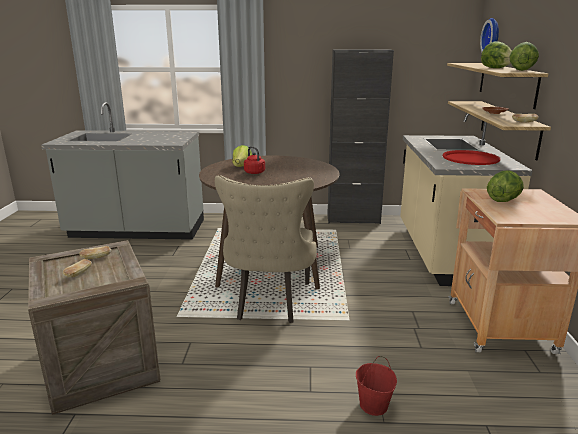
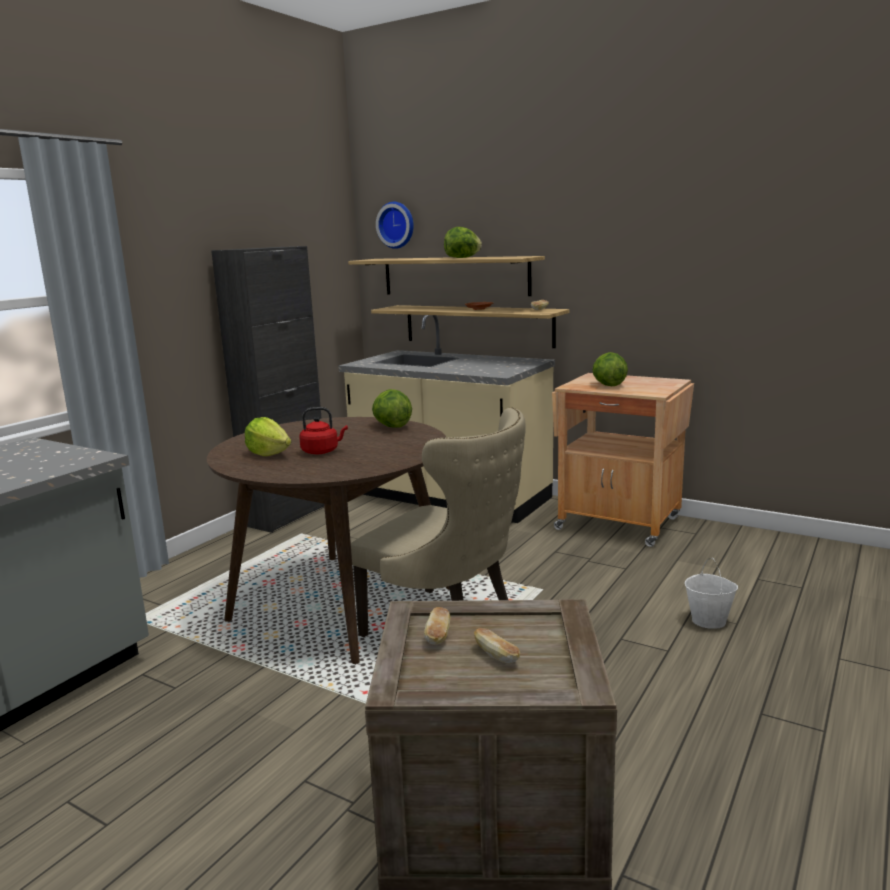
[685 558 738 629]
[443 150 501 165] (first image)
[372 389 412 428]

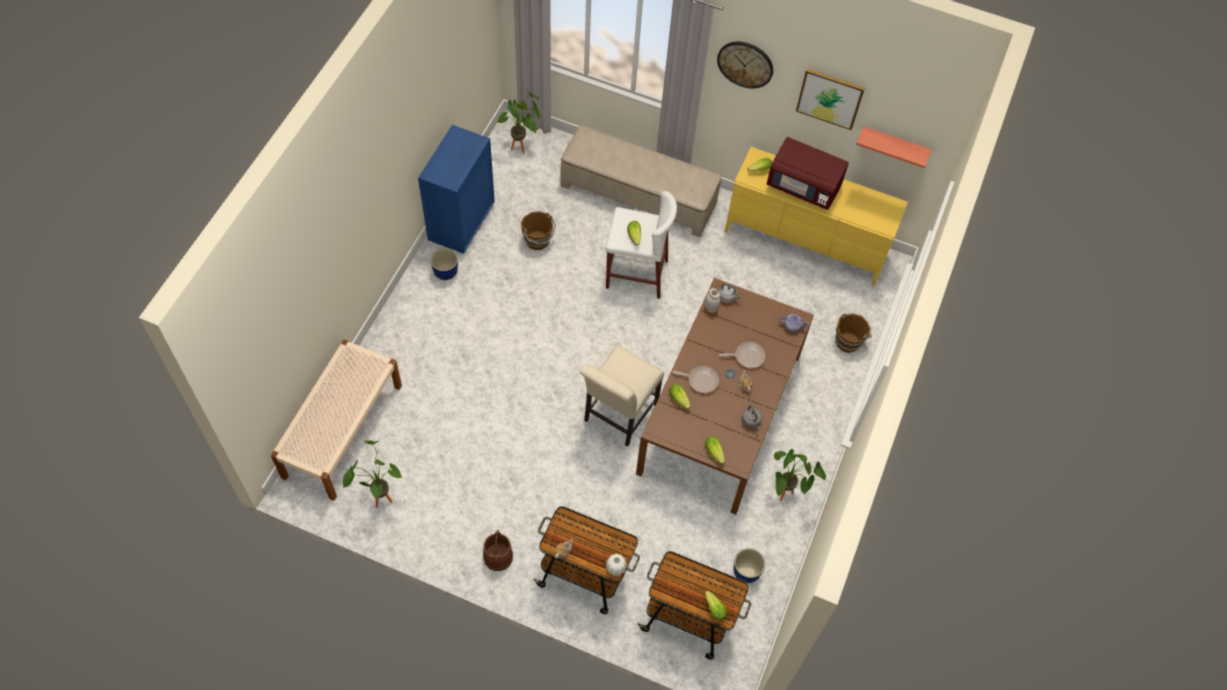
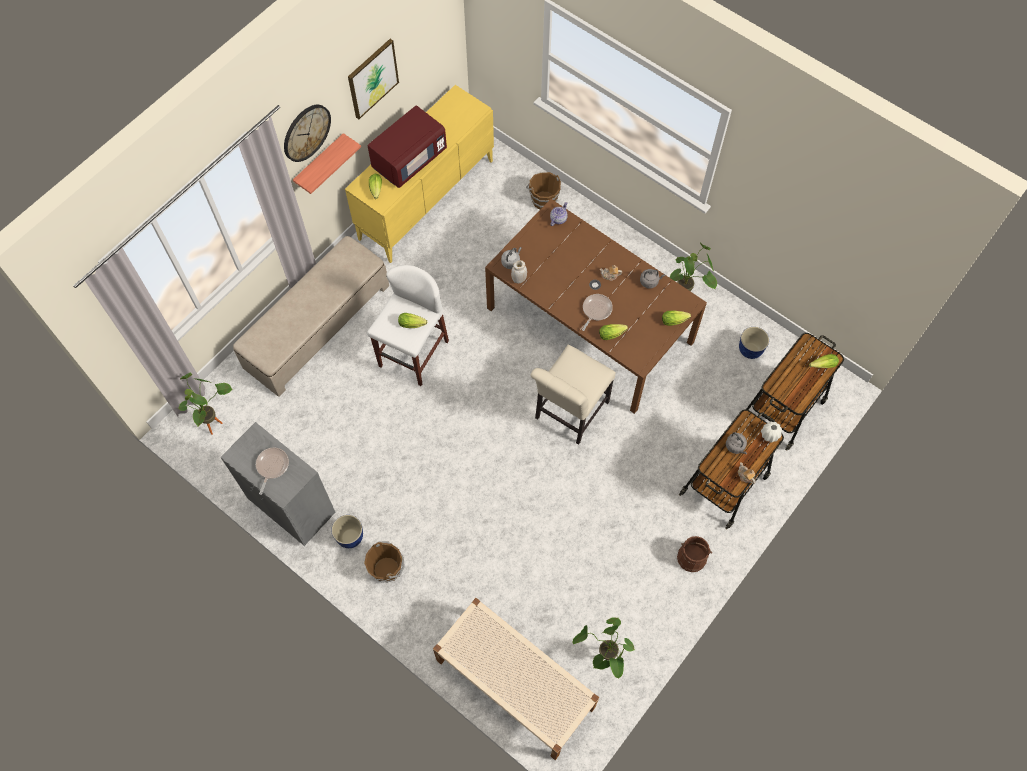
[221 422 336 546]
[364 541 405 583]
[530 344 616 445]
[256 448 289 495]
[293 133 361 194]
[726 432 747 454]

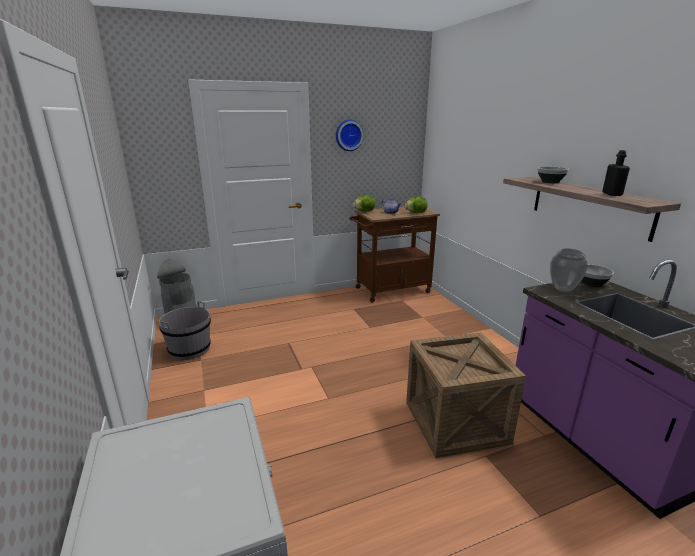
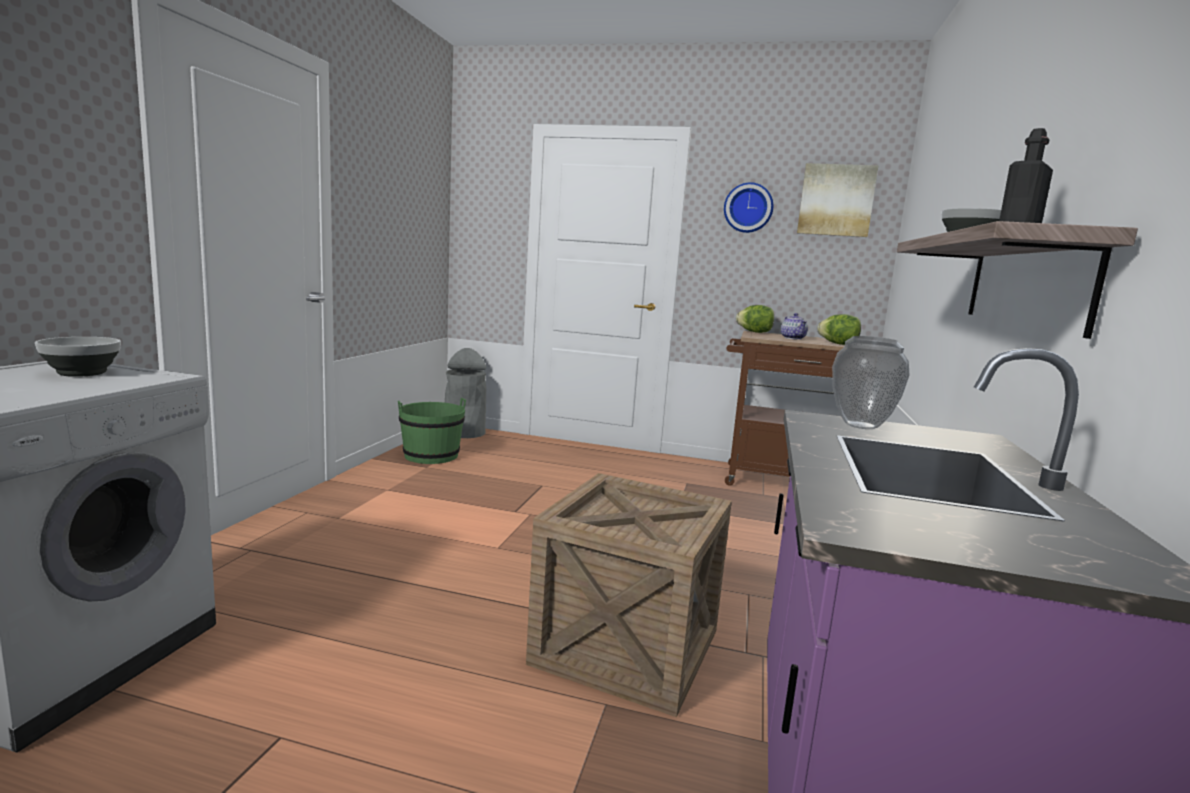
[398 398 466 464]
[35 337 121 377]
[797 163 878 237]

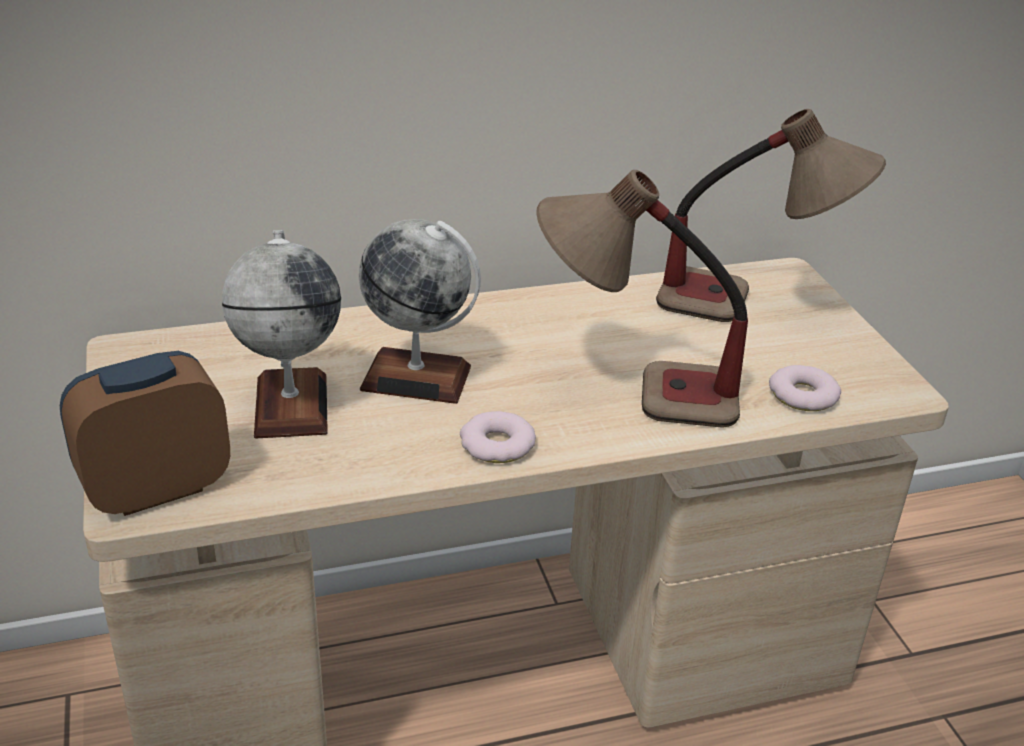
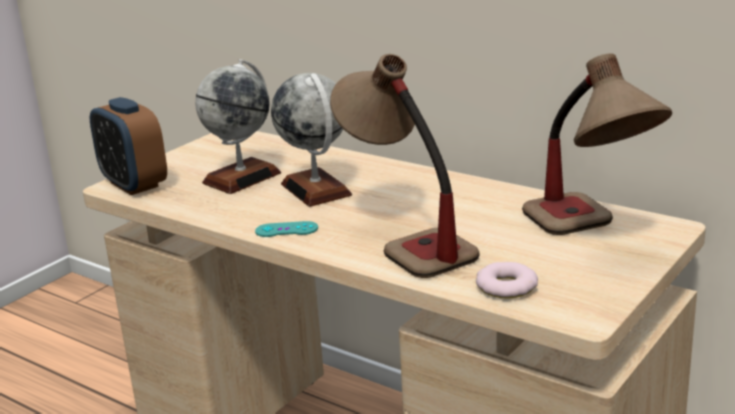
[90 97 167 195]
[255 221 318 237]

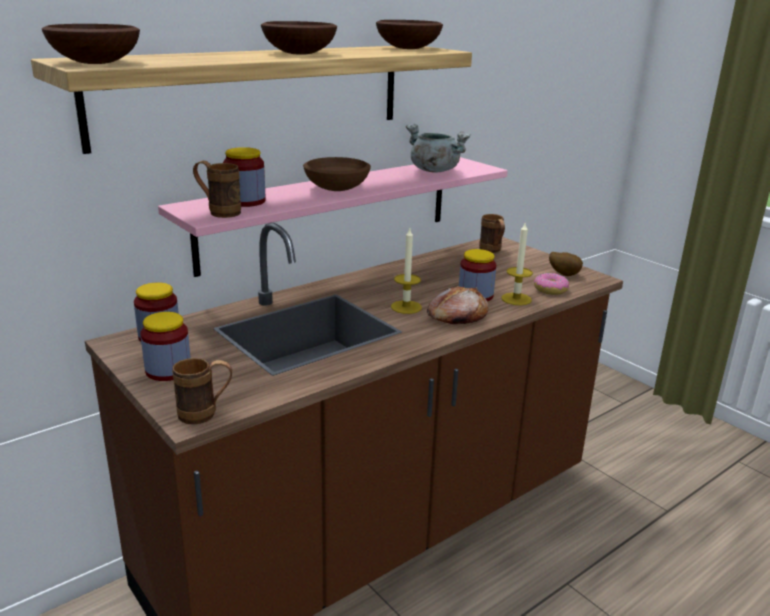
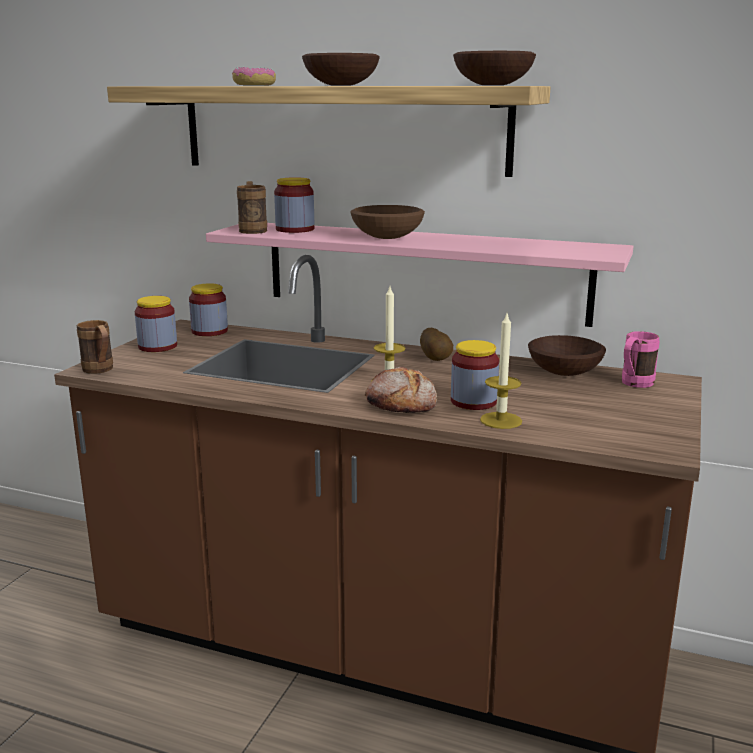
[528 335 606 376]
[406 124 471 173] (first image)
[622 331 660 388]
[232 67 276 86]
[420 327 453 361]

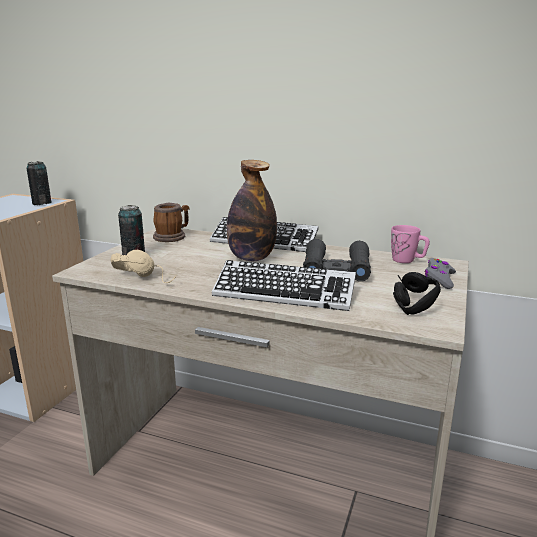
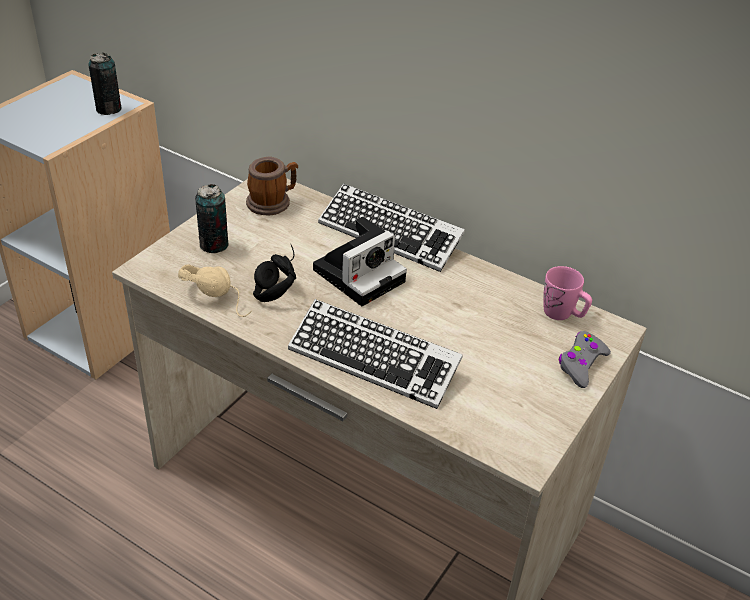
[313 217 407 306]
[303 239 371 282] (first image)
[253 245 296 302]

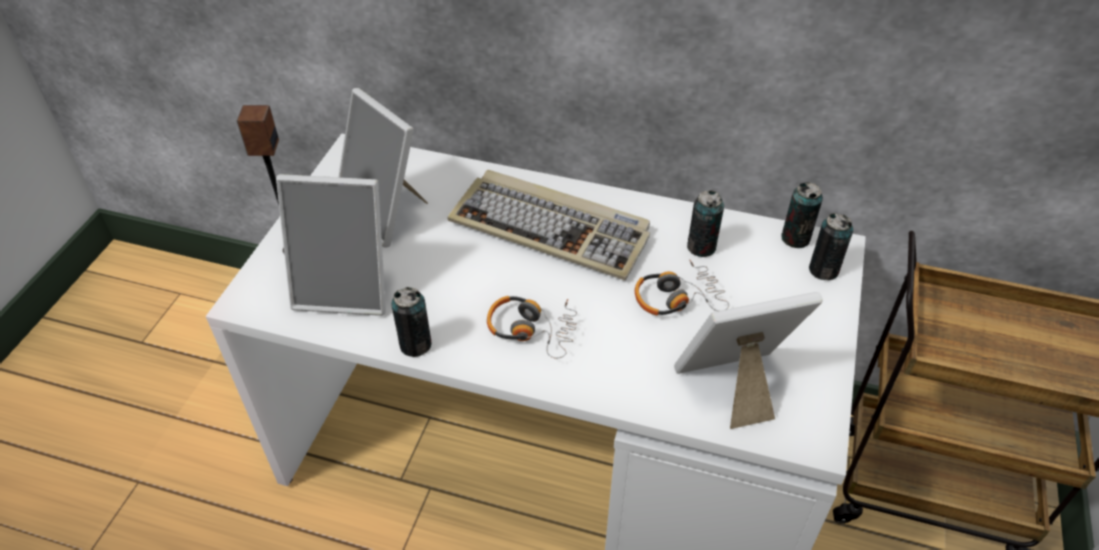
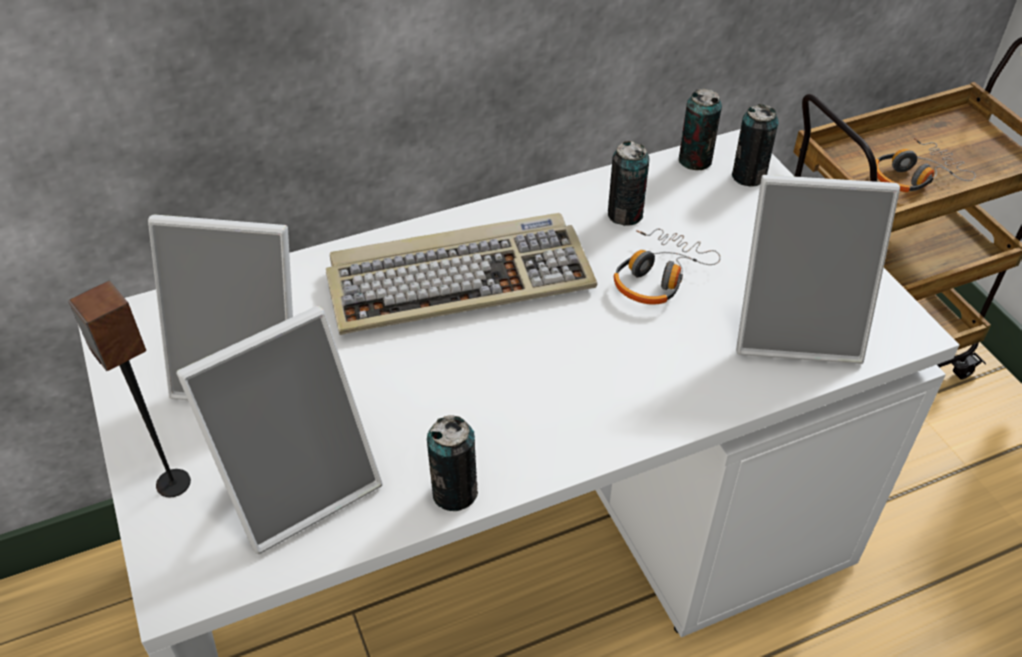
[876 138 976 192]
[736 175 900 364]

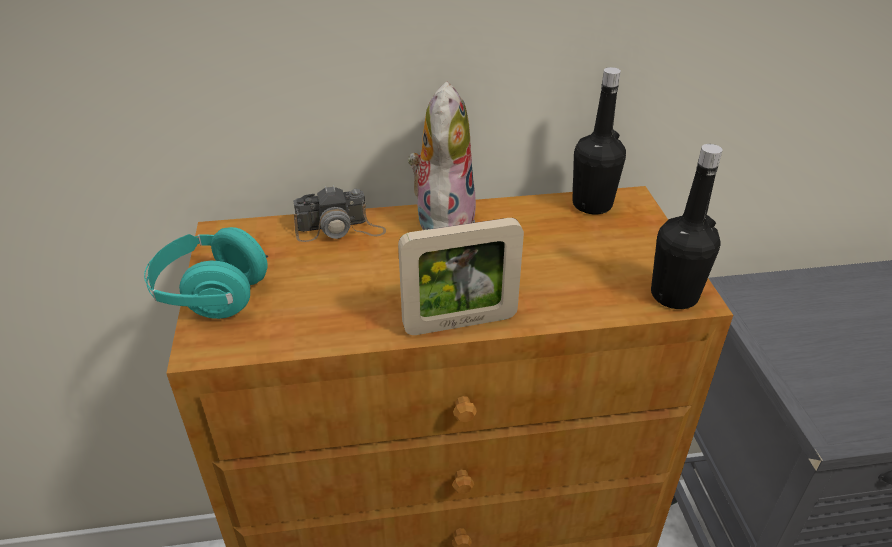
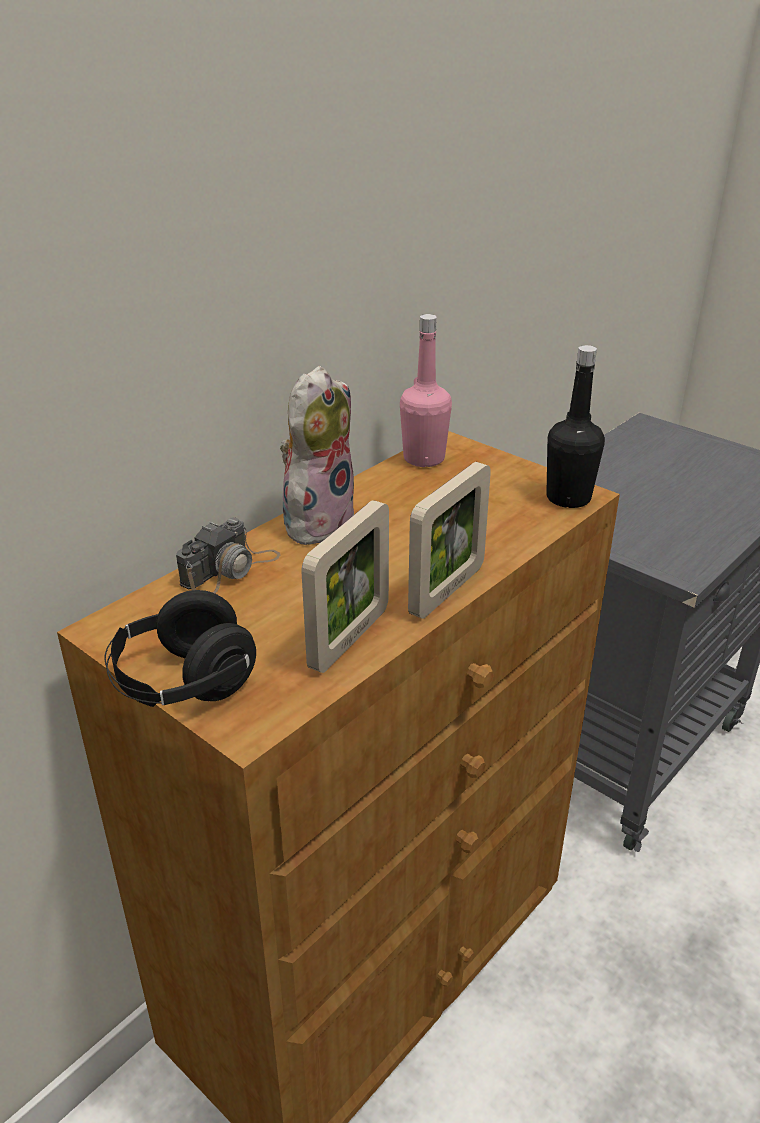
[105 590 256 707]
[280 366 354 545]
[400 314 452 467]
[301 500 389 673]

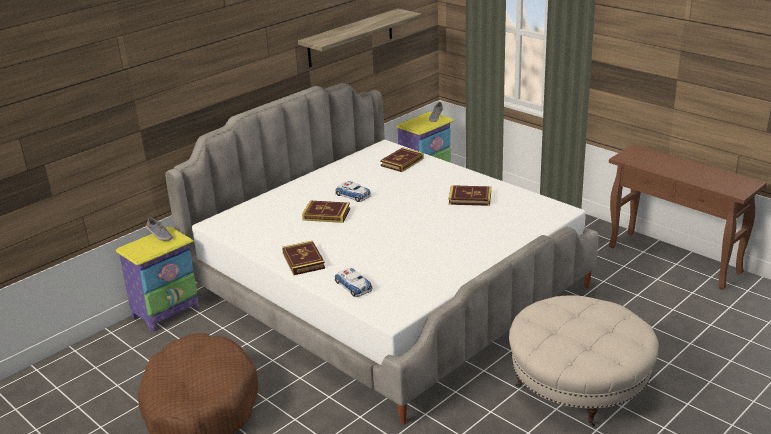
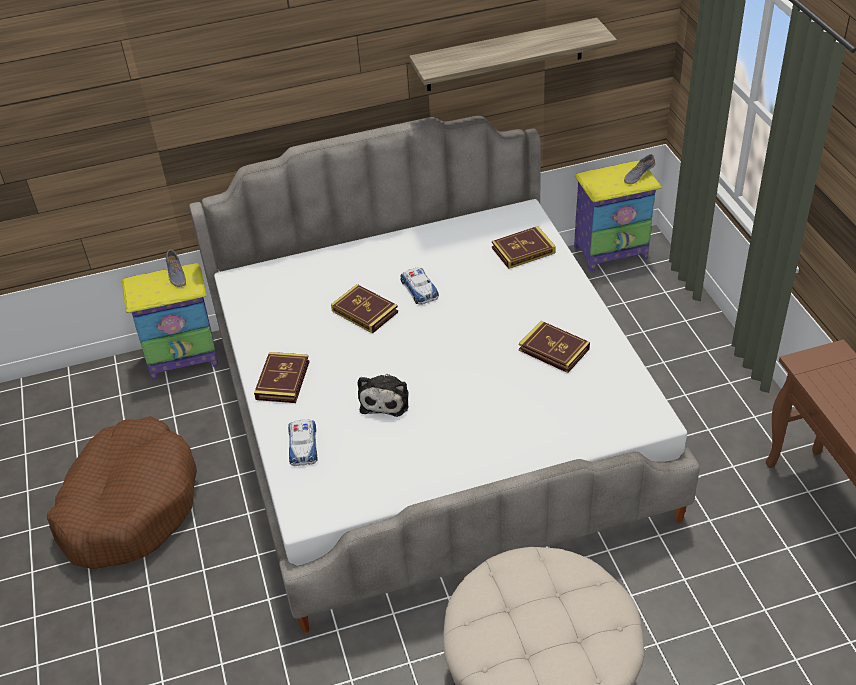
[358 373 408 417]

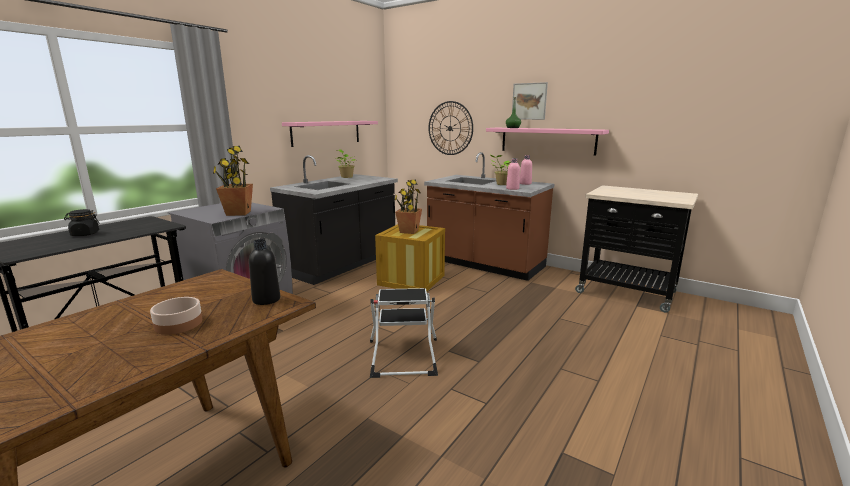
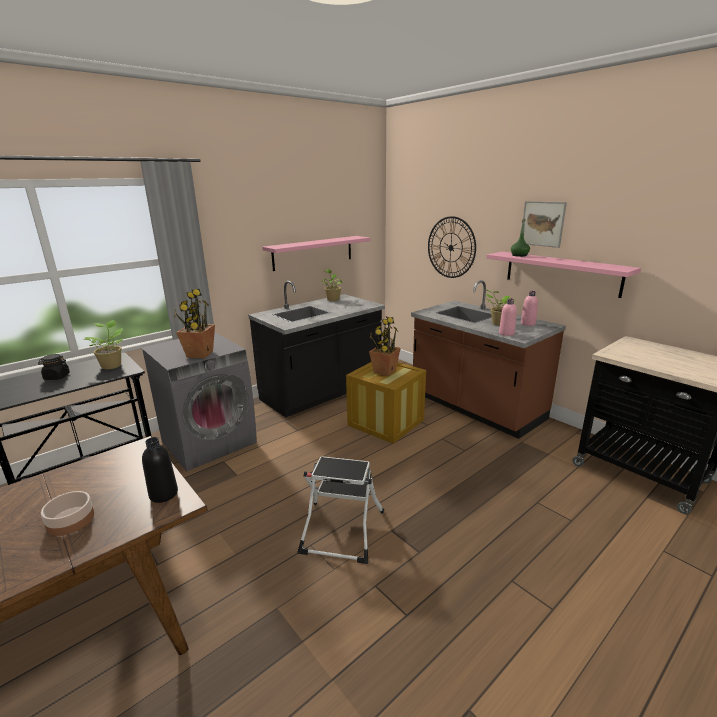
[83 320 123 369]

